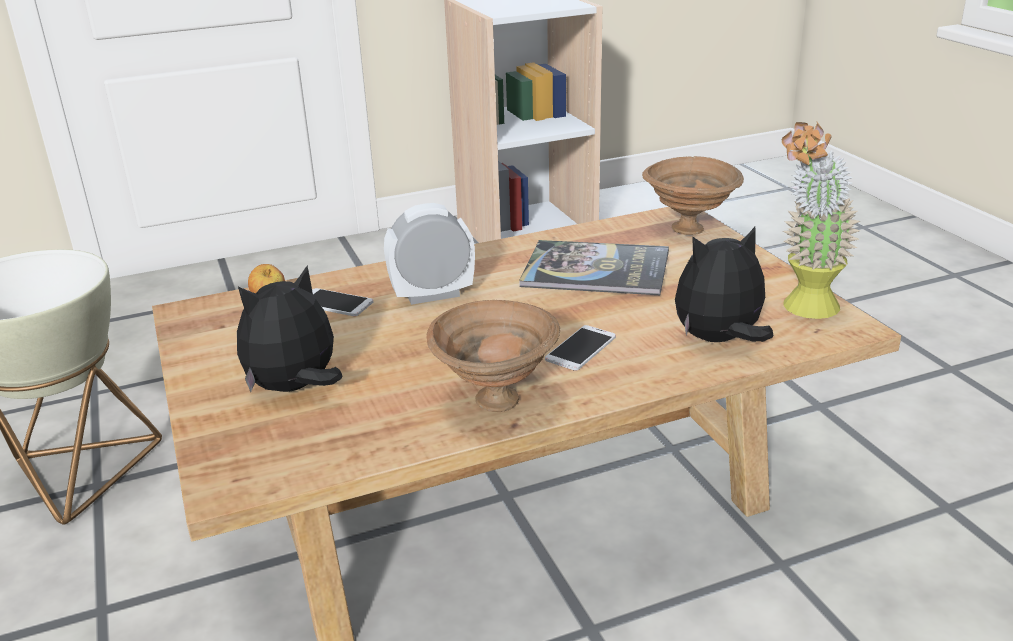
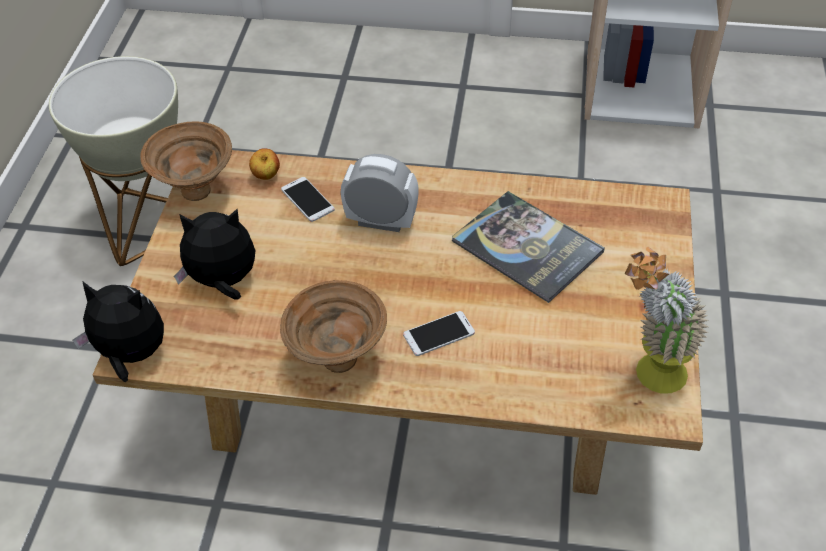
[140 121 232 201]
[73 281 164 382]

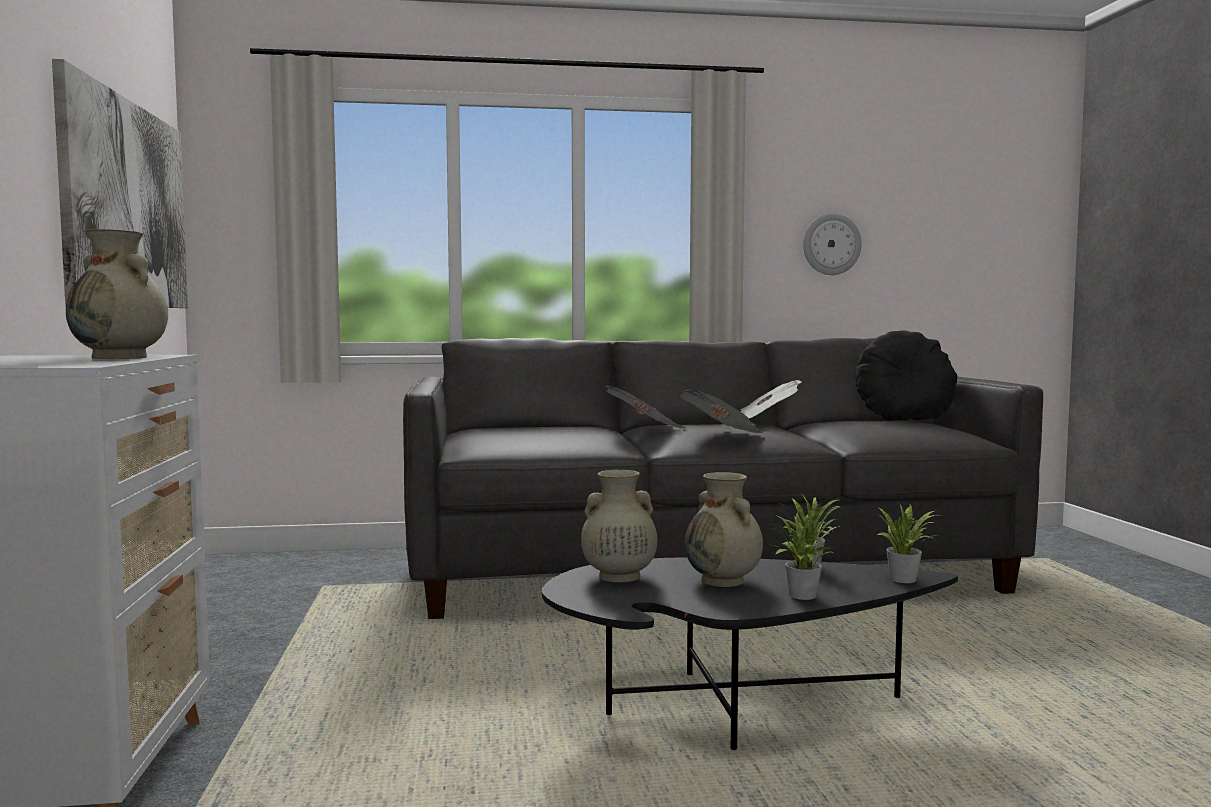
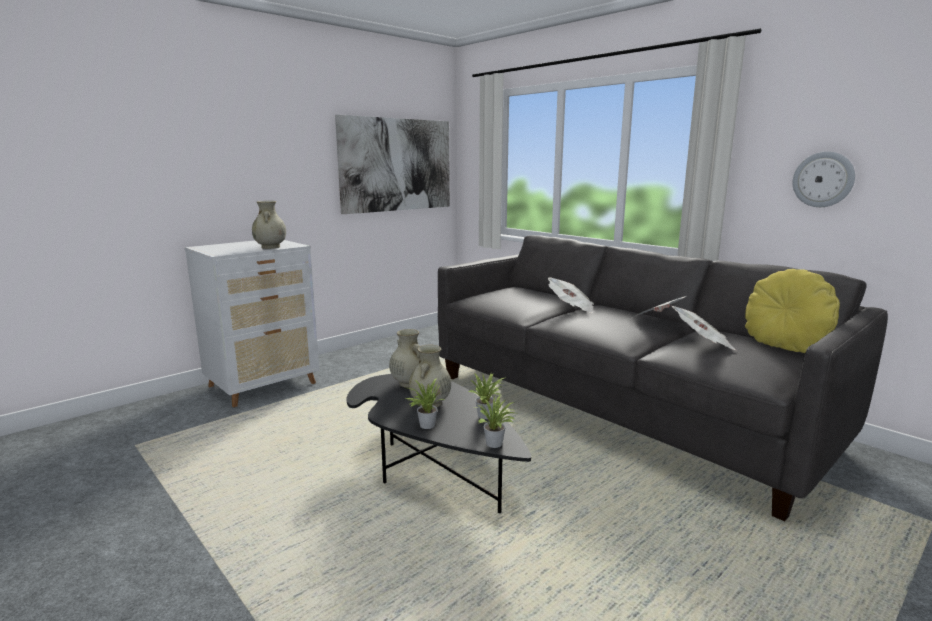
[672 306 735 350]
[745 269 840 353]

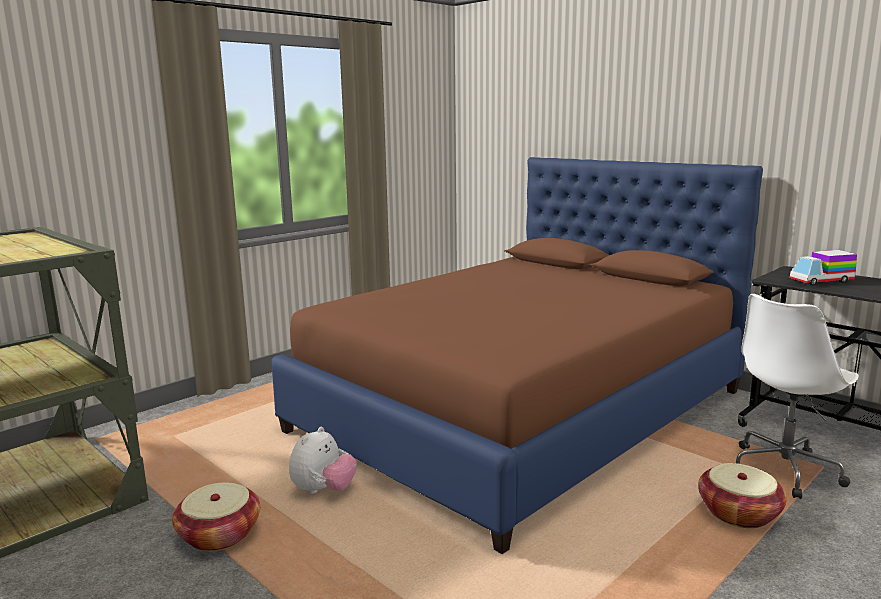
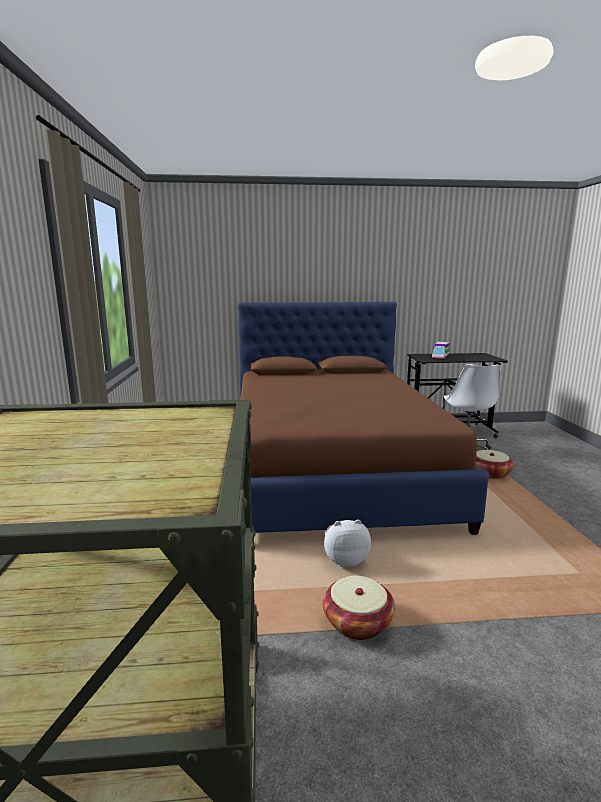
[324 520 371 567]

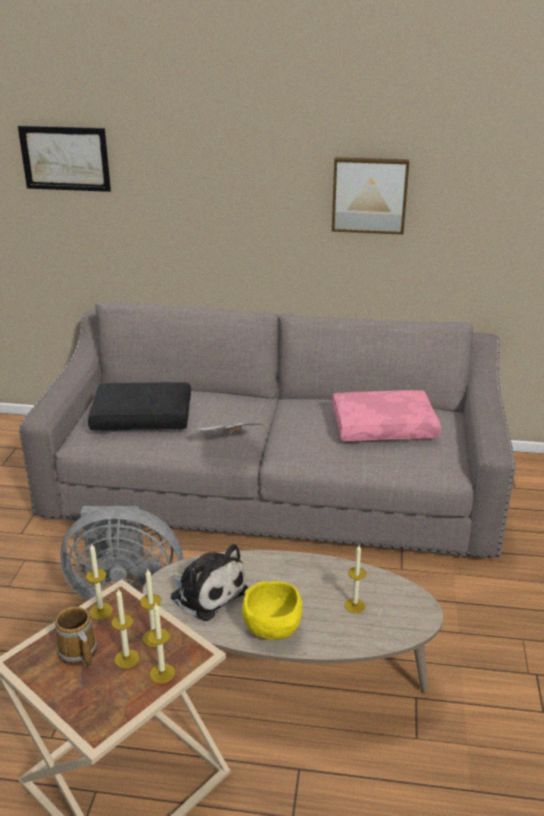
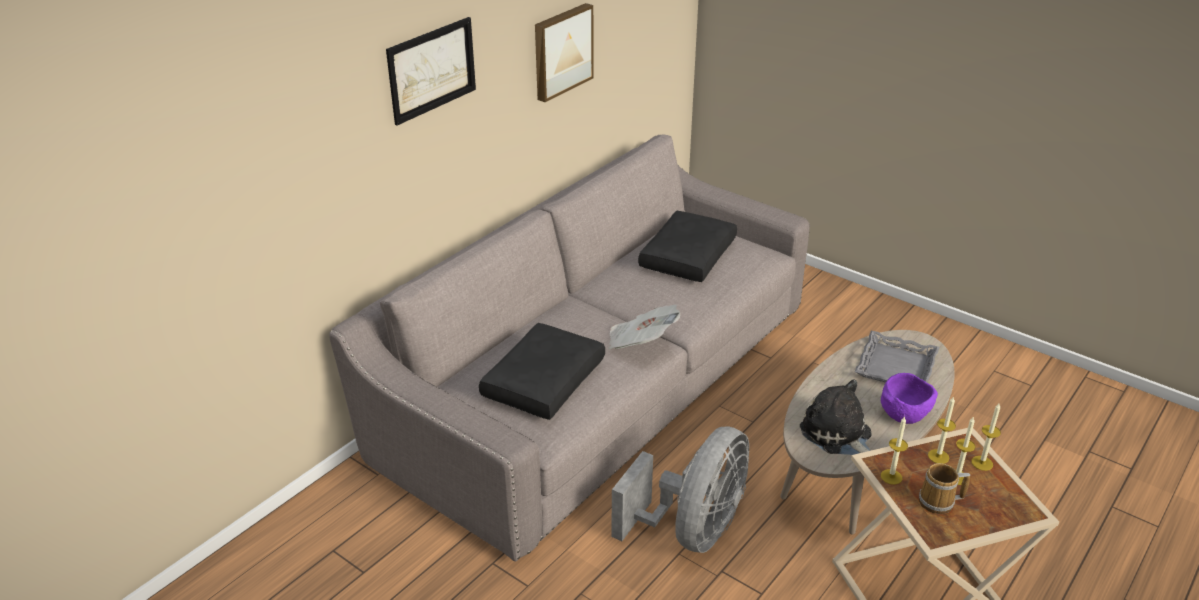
[386 17 476 125]
[800 379 871 455]
[881 373 938 424]
[638 211 737 282]
[855 331 939 383]

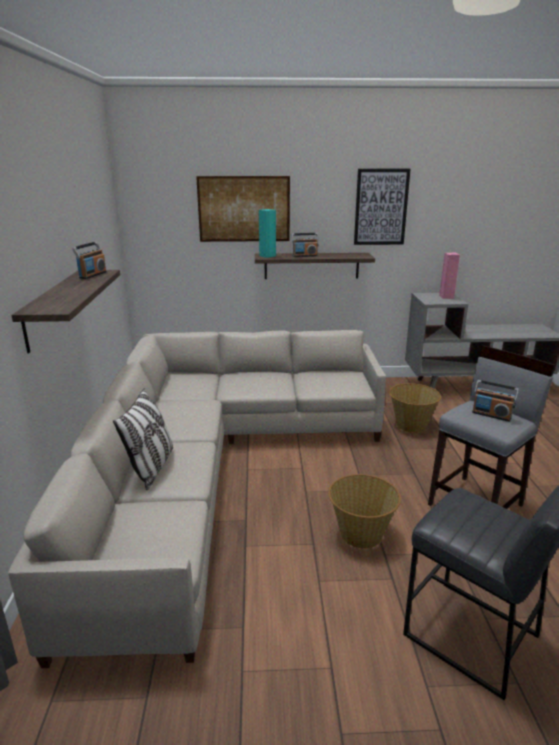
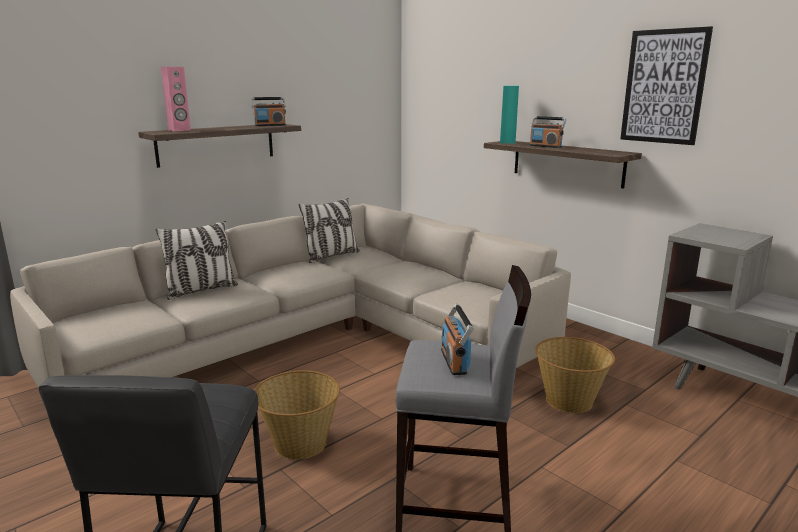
[196 176 290 242] (first image)
[161 67 191 131]
[299 198 360 263]

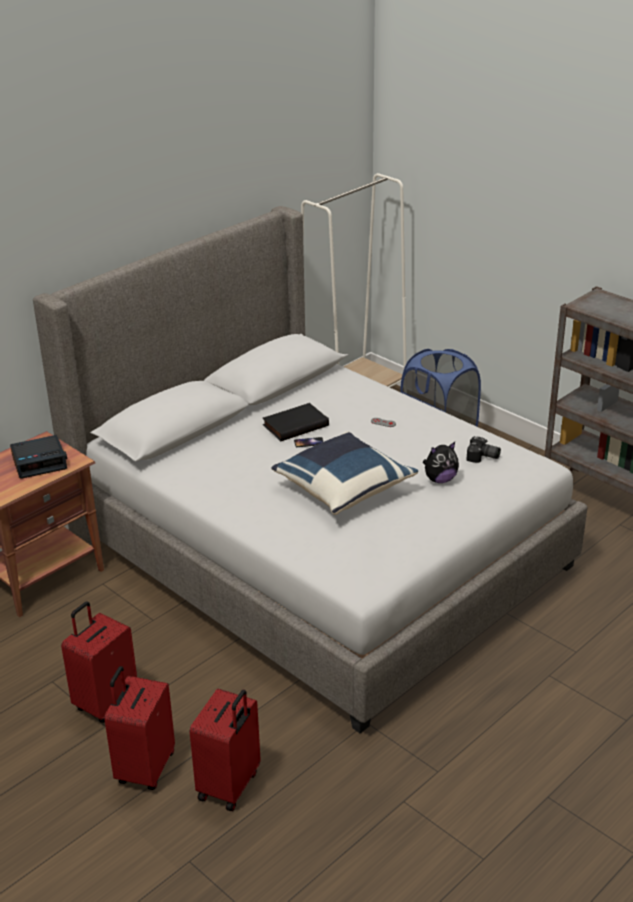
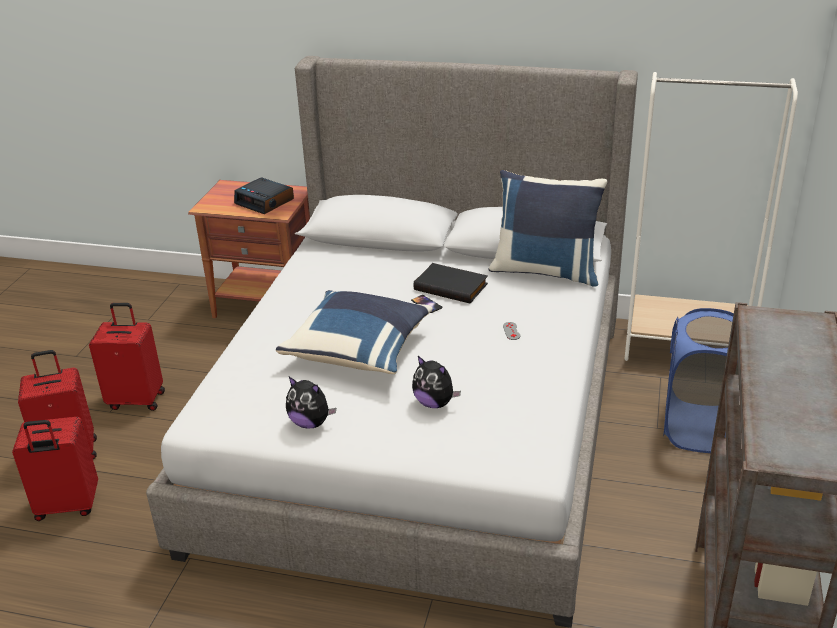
[467 436 501 463] (first image)
[286 377 336 429]
[488 170 607 287]

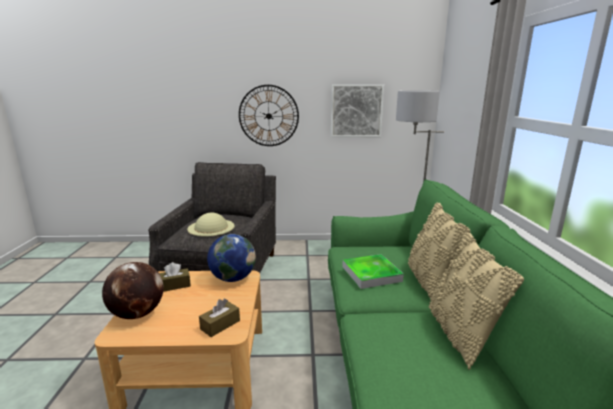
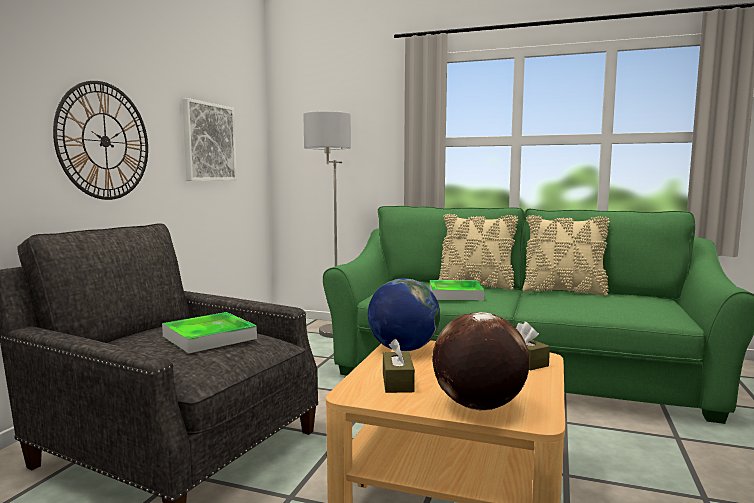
[162 312 257 353]

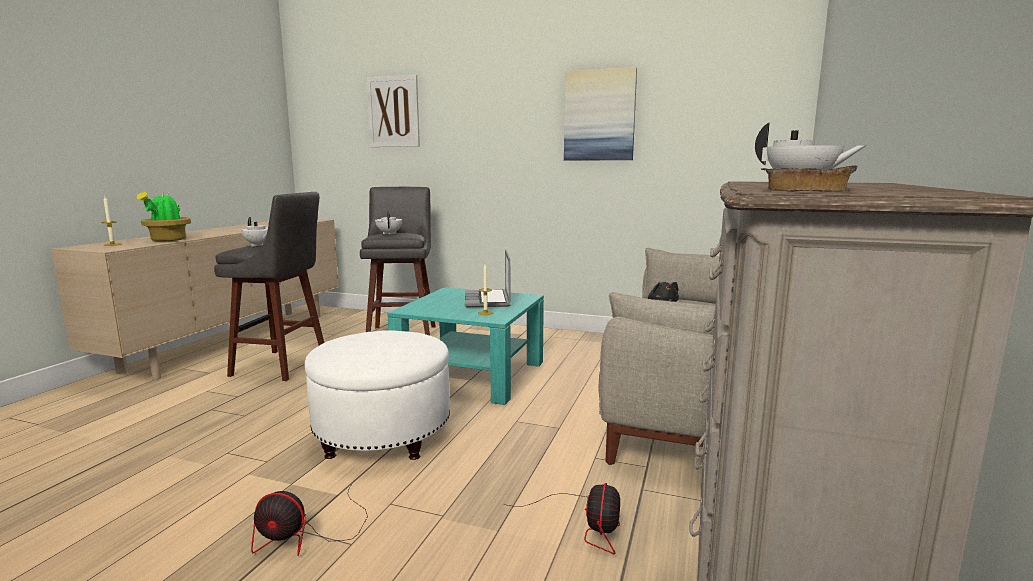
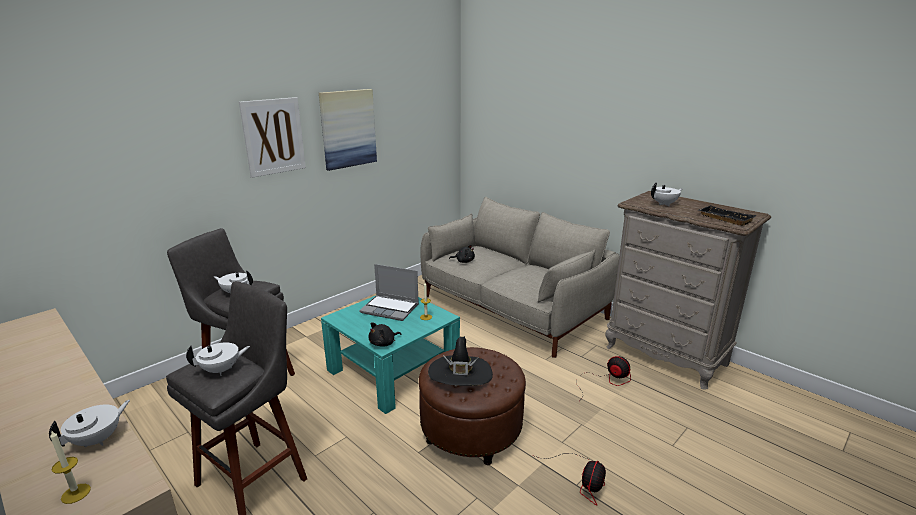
[49 400 130 447]
[419 347 526 465]
[239 97 306 178]
[698 205 757 226]
[369 323 401 347]
[428 336 493 386]

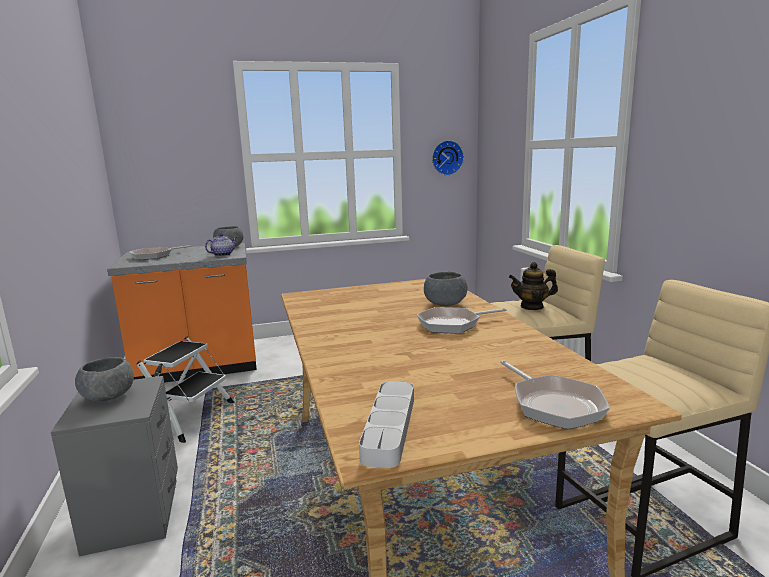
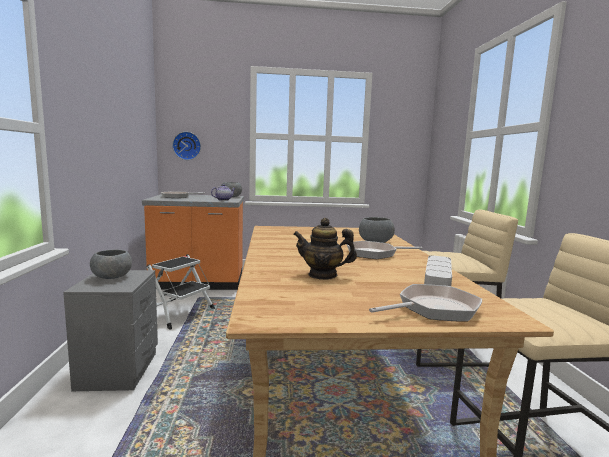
[424 255 452 286]
[172 132 201 160]
[369 284 482 322]
[293 218 357 280]

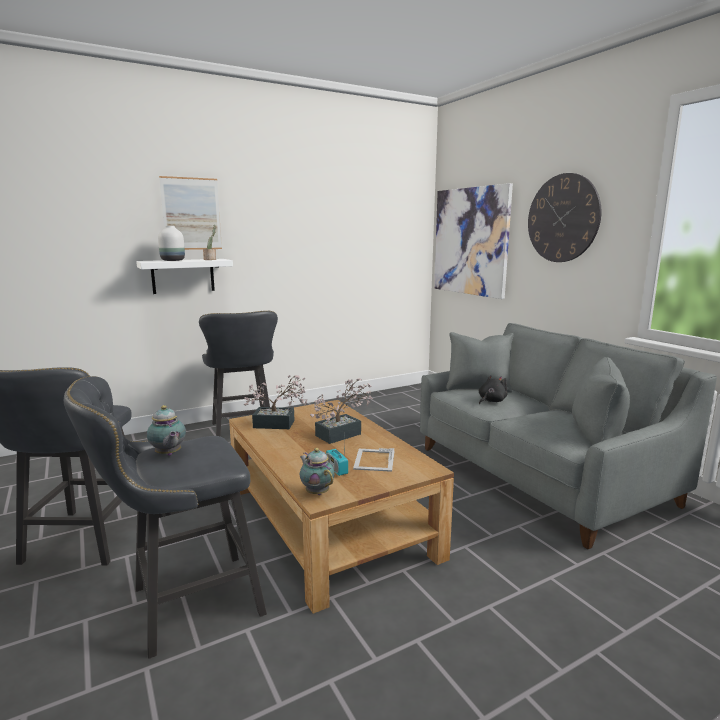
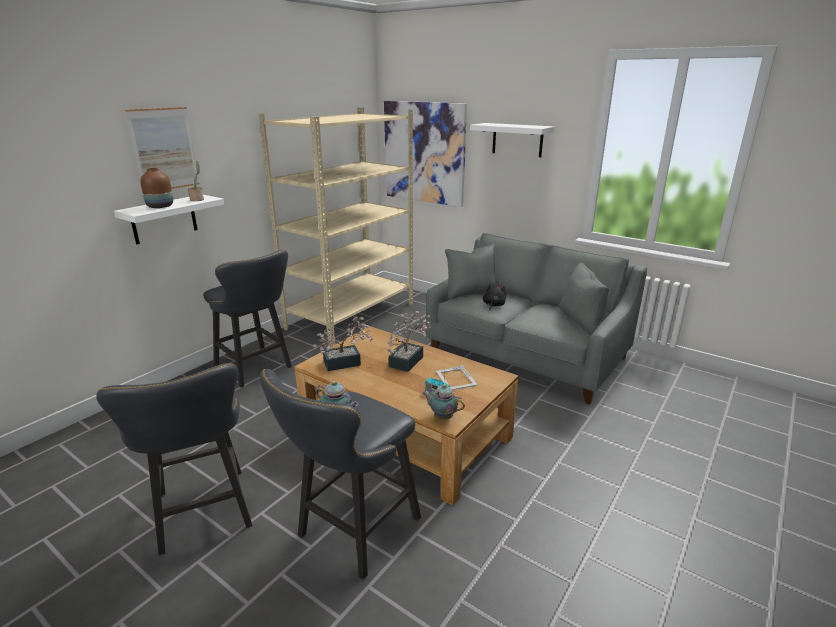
[140 168 173 208]
[470 123 555 157]
[259 107 413 347]

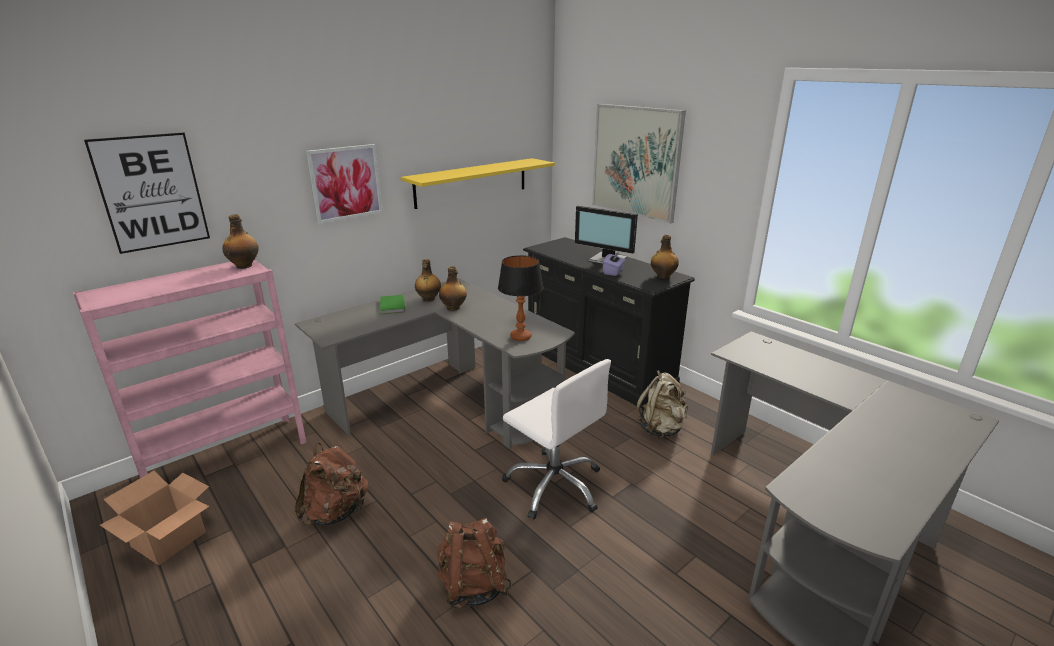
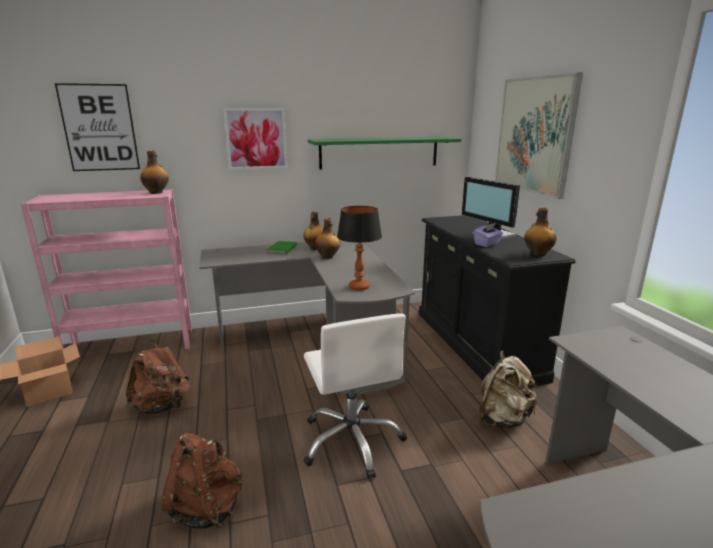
[308 137 462 170]

